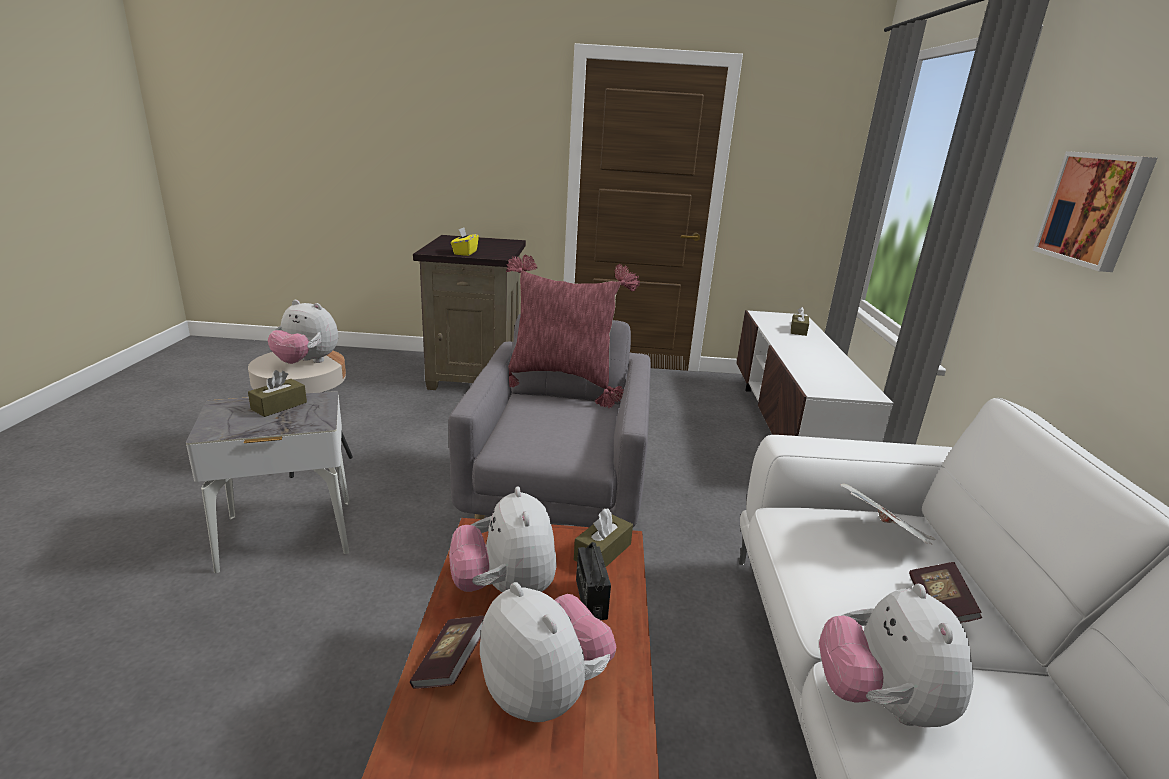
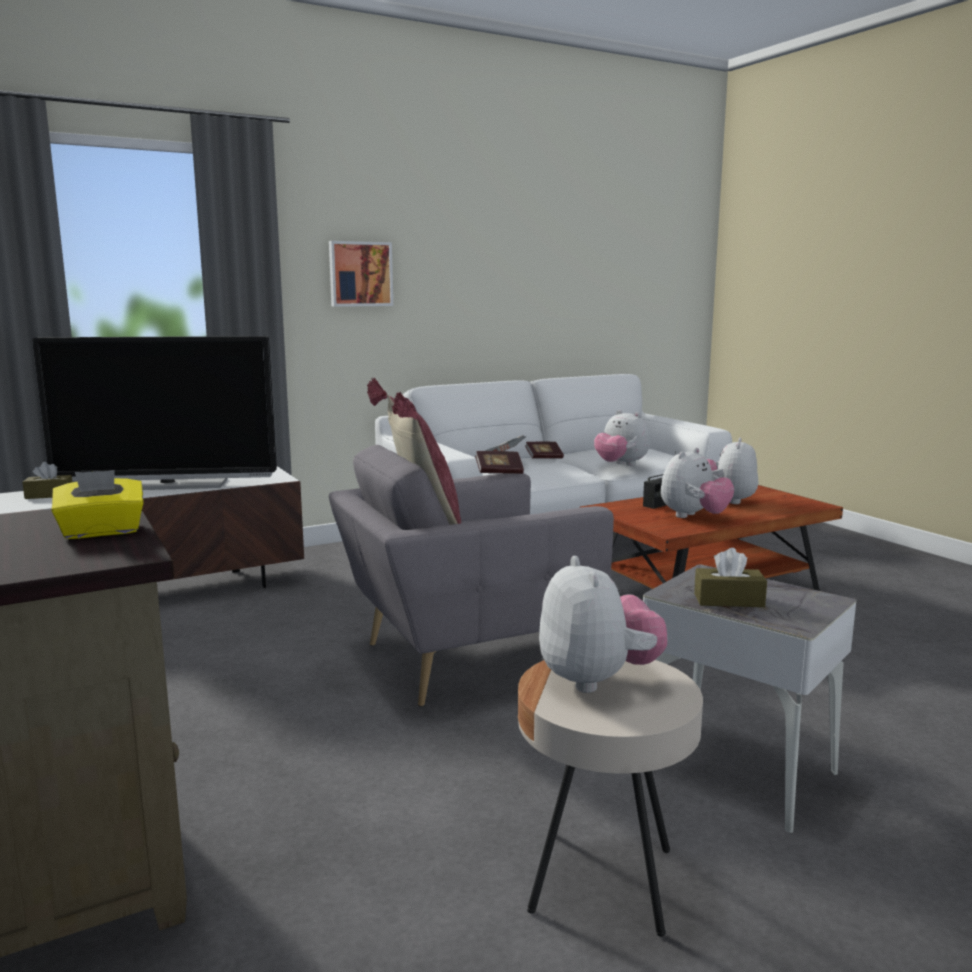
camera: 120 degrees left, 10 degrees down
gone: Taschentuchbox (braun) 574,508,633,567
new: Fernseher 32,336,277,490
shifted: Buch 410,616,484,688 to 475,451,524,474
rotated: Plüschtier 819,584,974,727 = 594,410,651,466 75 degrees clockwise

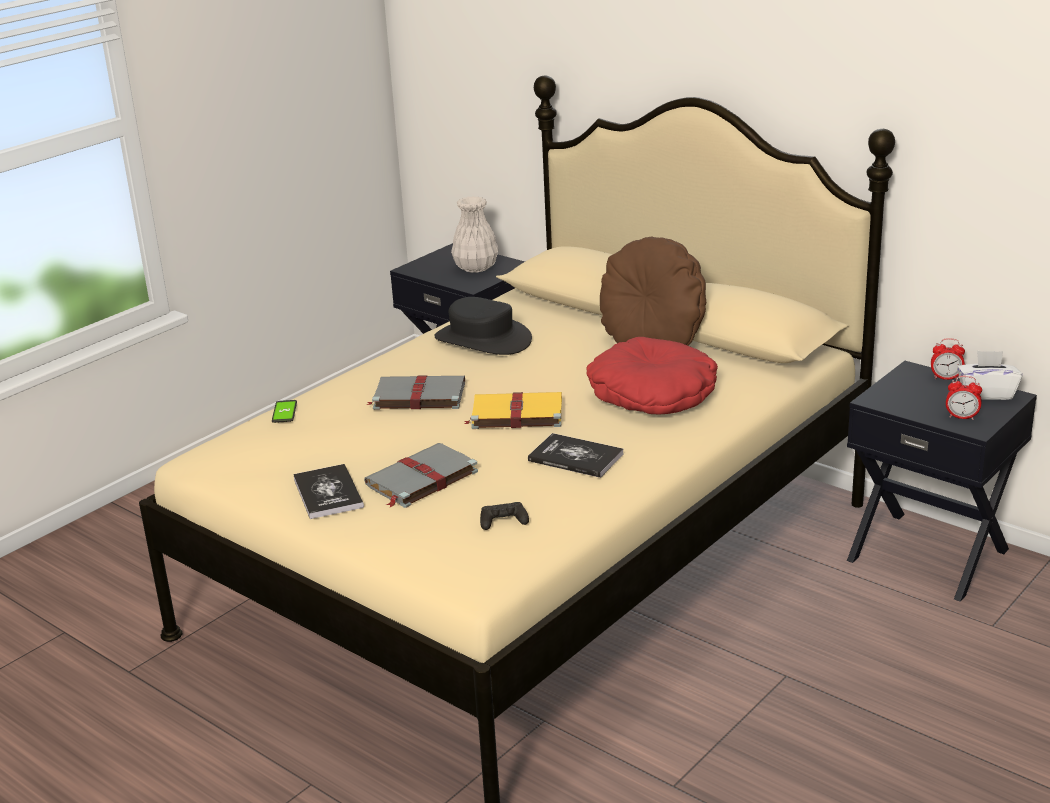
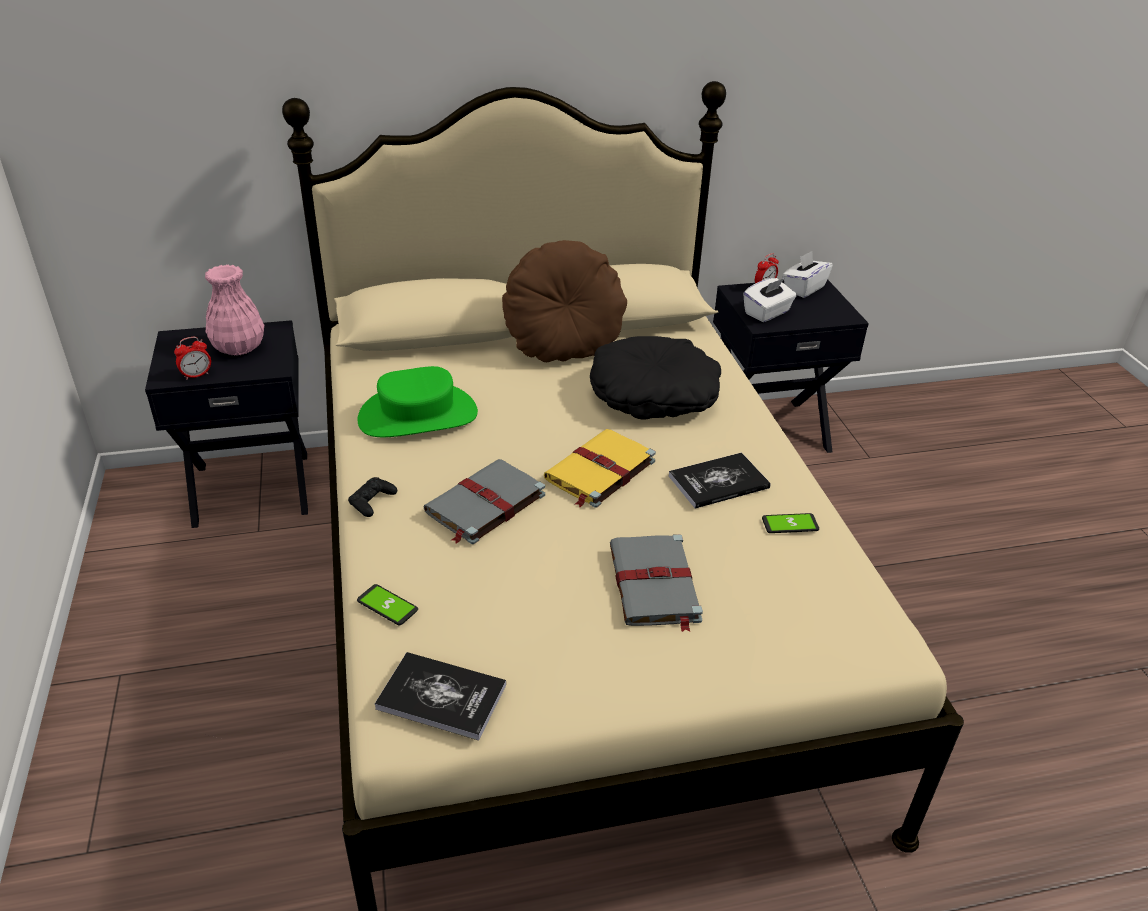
camera: 55 degrees left, 10 degrees up
new: Taschentuchbox (weiß) 743,278,797,322; Handy 762,513,819,533
shifted: Wecker 946,376,982,420 to 174,337,211,380; Gamepad (schwarz) 480,502,529,530 to 348,477,397,517; Buch 293,464,364,519 to 375,652,506,740
repainted: Vase (weiß) 451,196,499,273 to Vase (rosa) 205,264,264,356; Hut (schwarz) 434,297,532,355 to Hut (grün) 358,366,478,437; Kissen (rot) 586,337,718,415 to Kissen (schwarz) 590,336,721,420

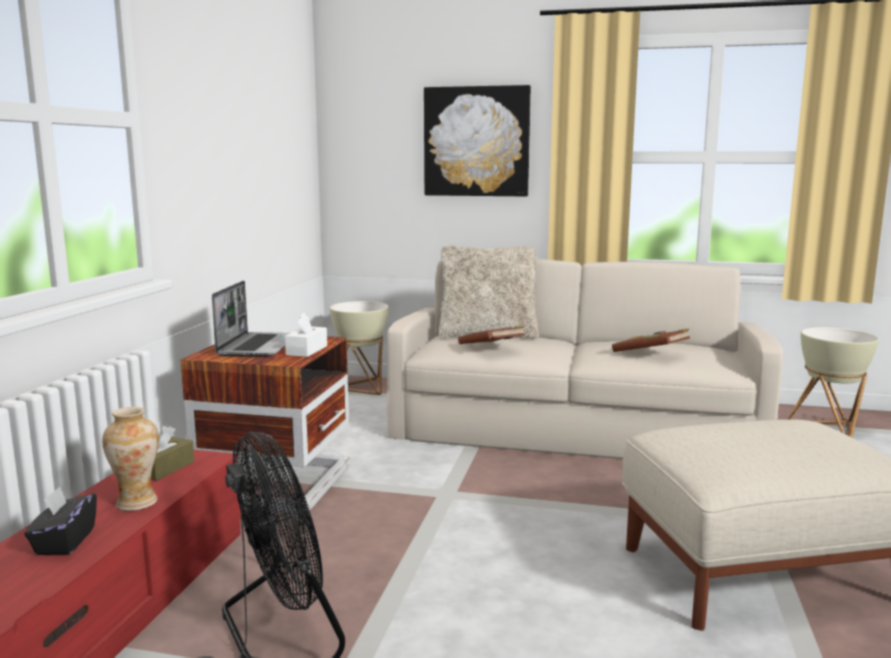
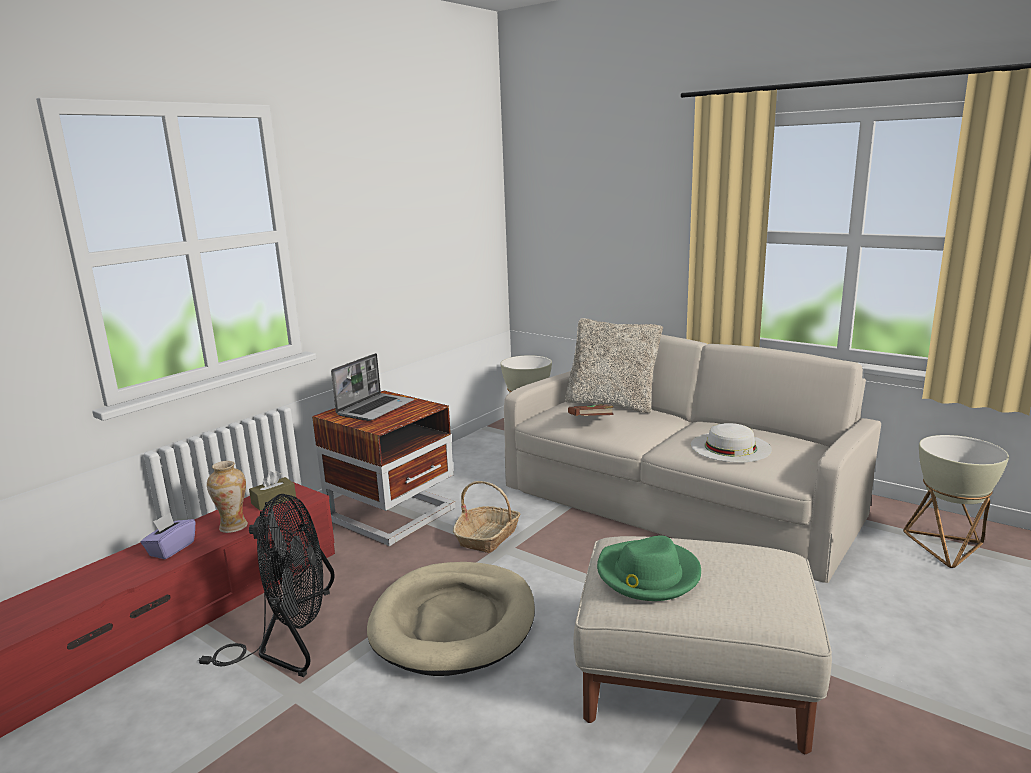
camera: 25 degrees right, 5 degrees up
gone: Taschentuchbox (weiß) 285,313,327,357; Bild 424,85,531,197
new: Hundebett (beige) 367,562,535,676; Korb 453,481,520,553; Hut (grün) 597,535,701,601
swapped: Buch (braun) 612,328,690,352 to Hut (weiß) 691,423,772,463
repainted: Taschentuchbox (schwarz) 24,486,97,555 to Taschentuchbox (lila) 140,513,195,559

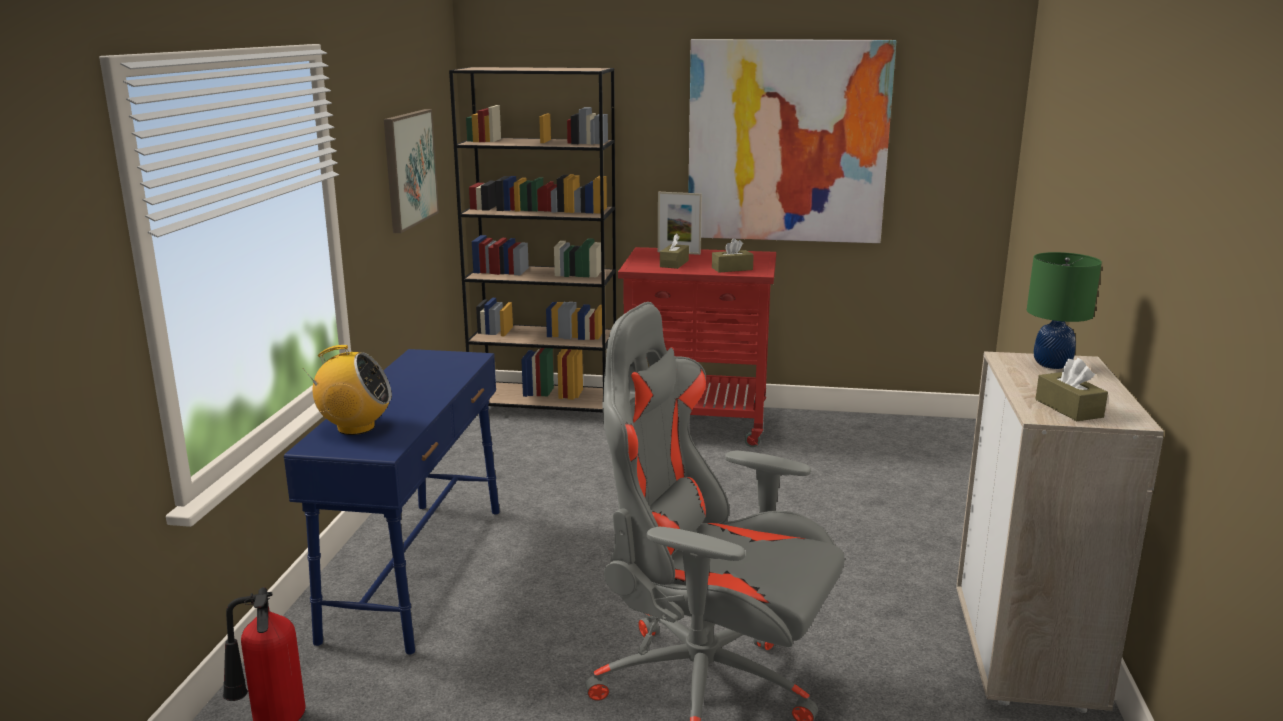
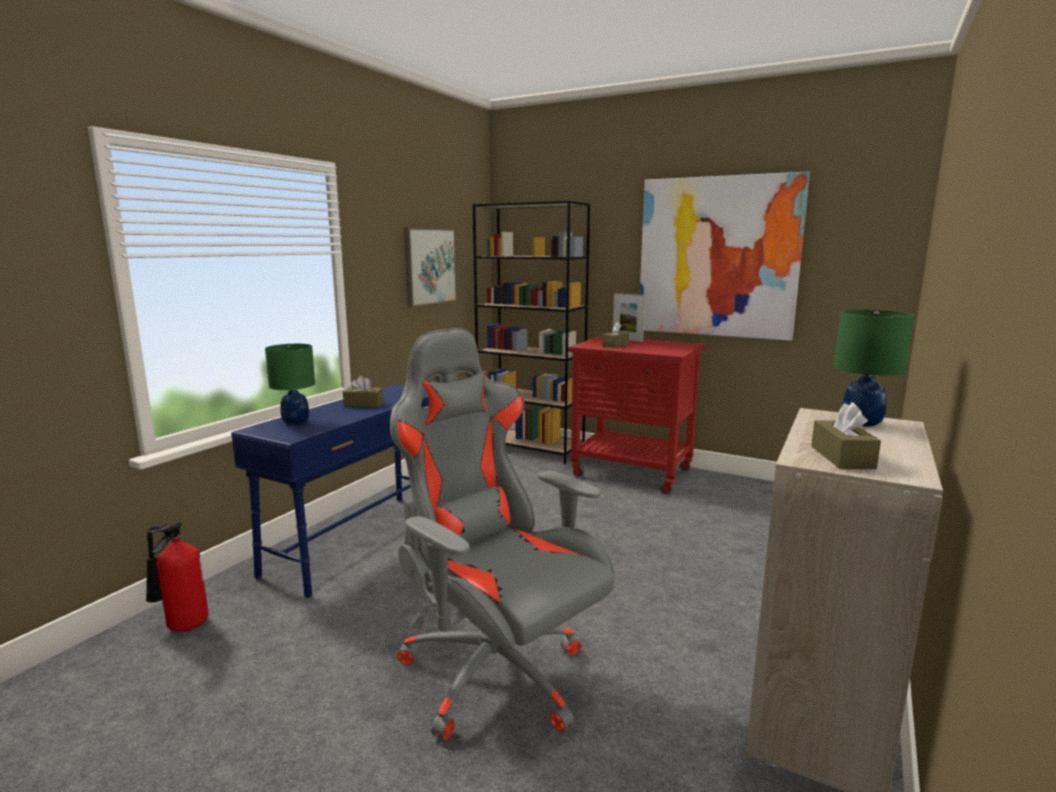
camera: 20 degrees right, 5 degrees down
shifted: Taschentuchbox (braun) 712,238,754,273 to 343,375,383,407
swapped: Radio 302,345,392,435 to Tischlampe (grün) 265,344,315,425

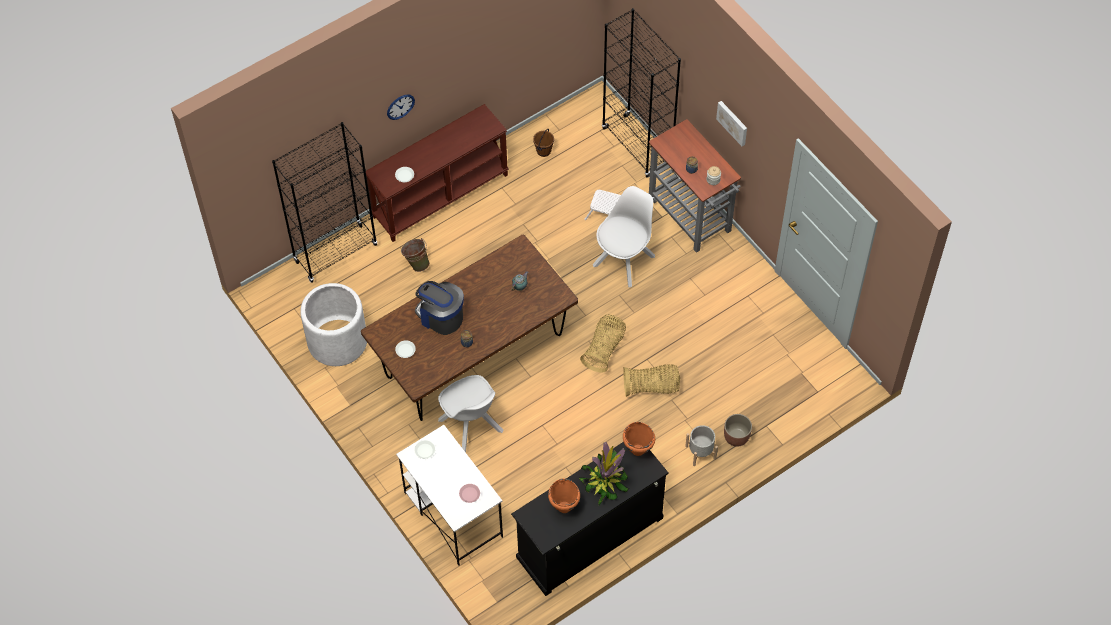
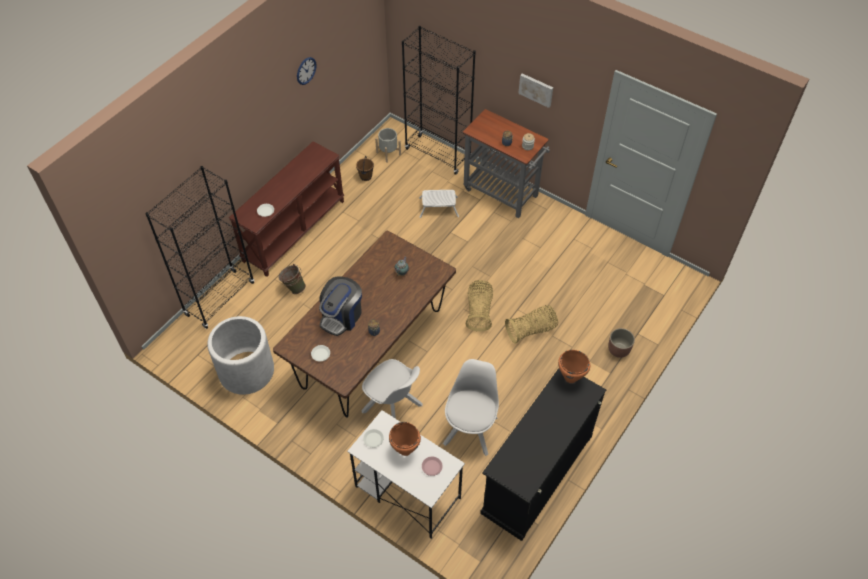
camera: 20 degrees left, 5 degrees down
gone: Topfpflanze 579,442,629,505
shifted: Wanduhr 387,94,415,120 to 297,57,316,85; Pflanzkübel (grau) 685,425,718,466 to 375,128,401,163; Kochtopf (orange) 548,479,580,513 to 389,422,421,456; Stuhl (weiß) 593,186,655,287 to 443,359,499,456
rotated: Kaffeemaschine 415,281,464,335 = 319,277,362,336 75 degrees counterclockwise

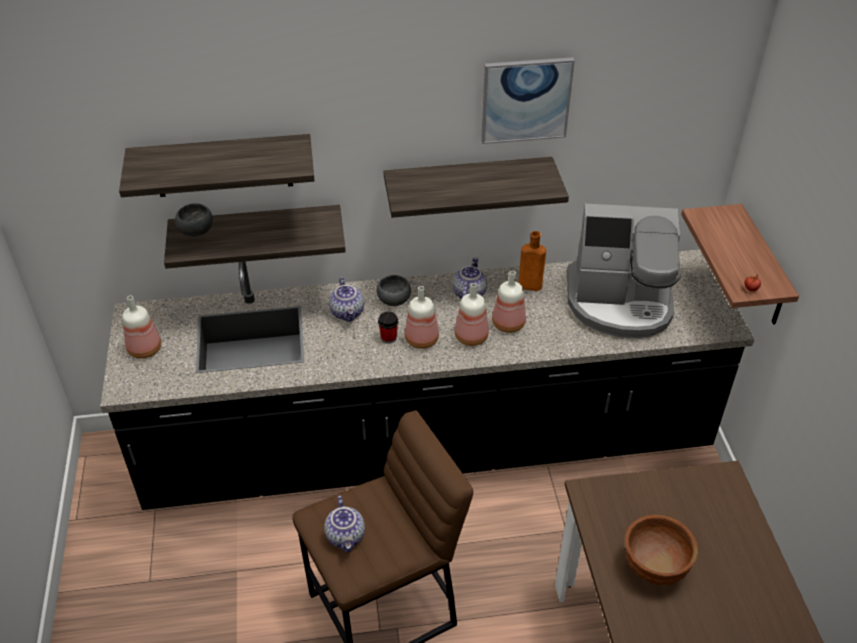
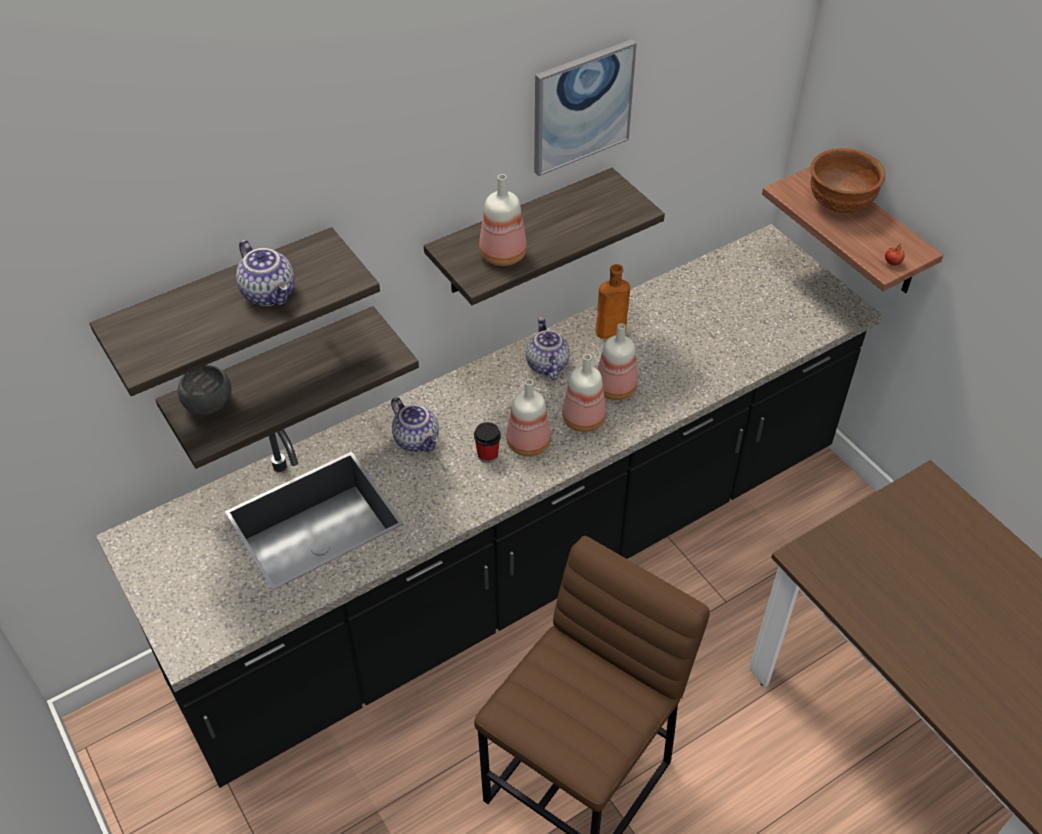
camera: 25 degrees left, 5 degrees up
gone: Schüssel (grau) 377,275,411,306; Kaffeemaschine 567,204,680,338
shifted: Teekanne 324,495,365,553 to 236,240,295,306; Flasche 122,296,161,359 to 479,174,527,266; Schüssel (braun) 625,515,698,585 to 810,148,886,213

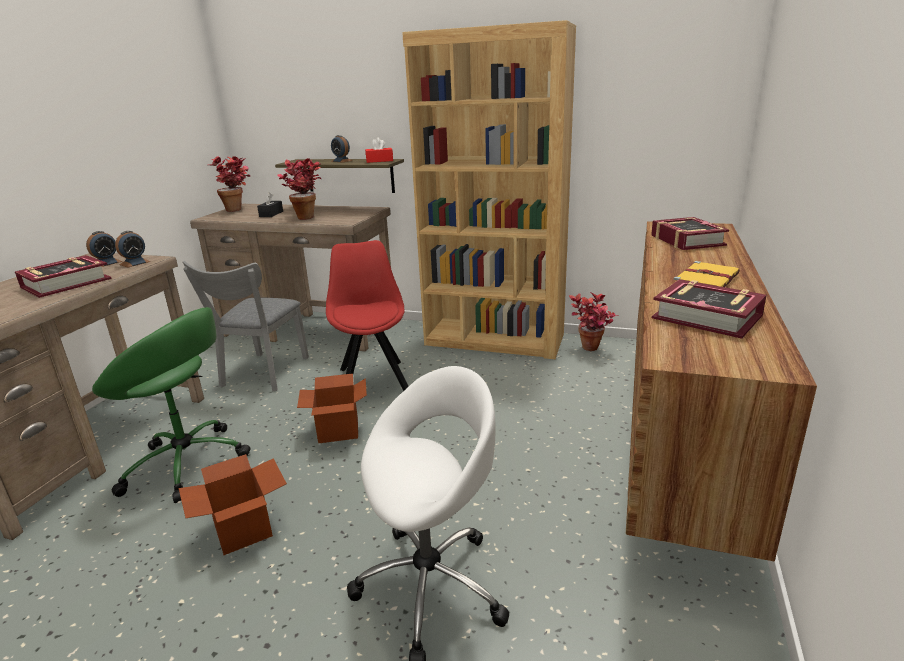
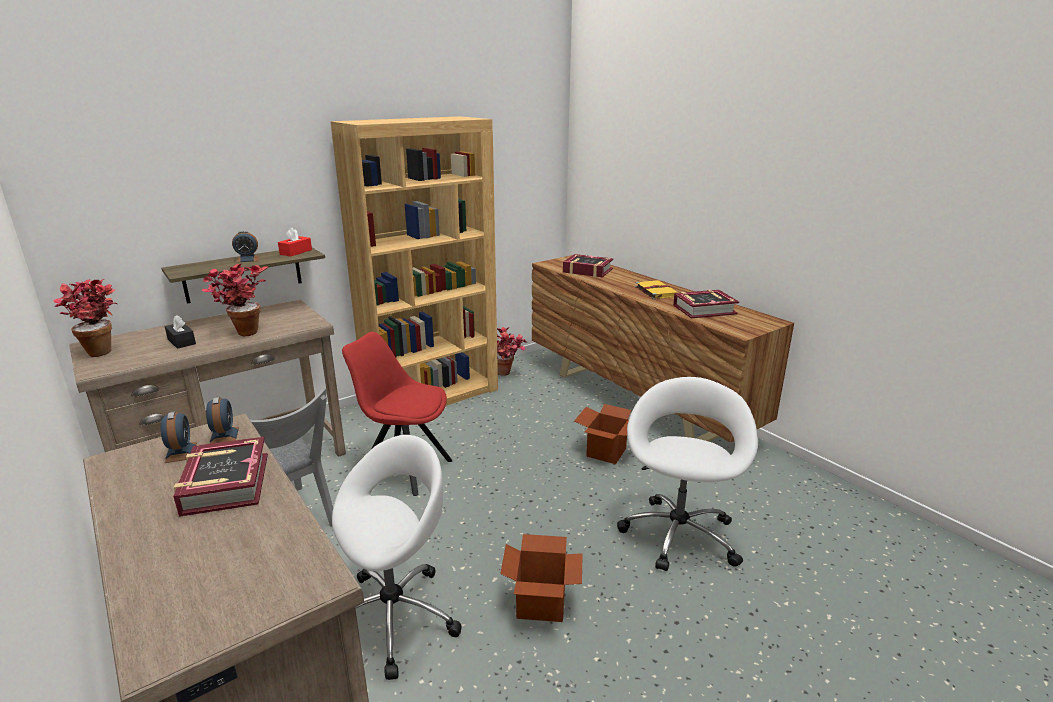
camera: 55 degrees left, 0 degrees up
shifted: Karton 297,373,367,443 to 574,404,631,464
repainted: Bürostuhl (grün) 92,307,251,503 to Bürostuhl (weiß) 332,435,462,680

